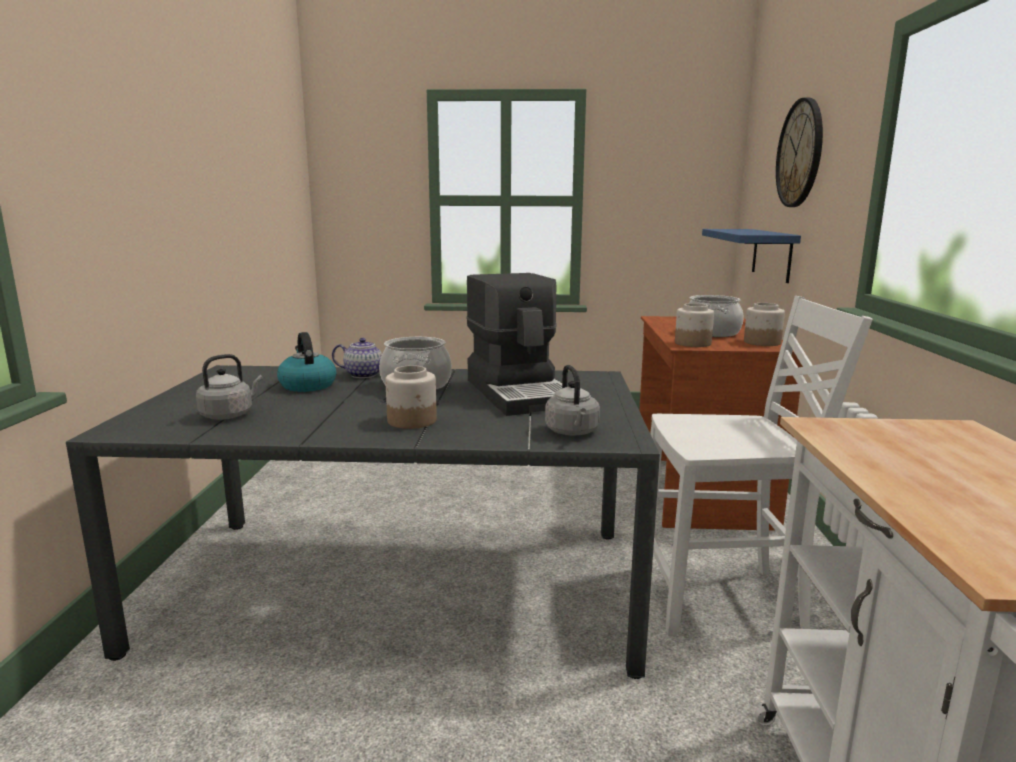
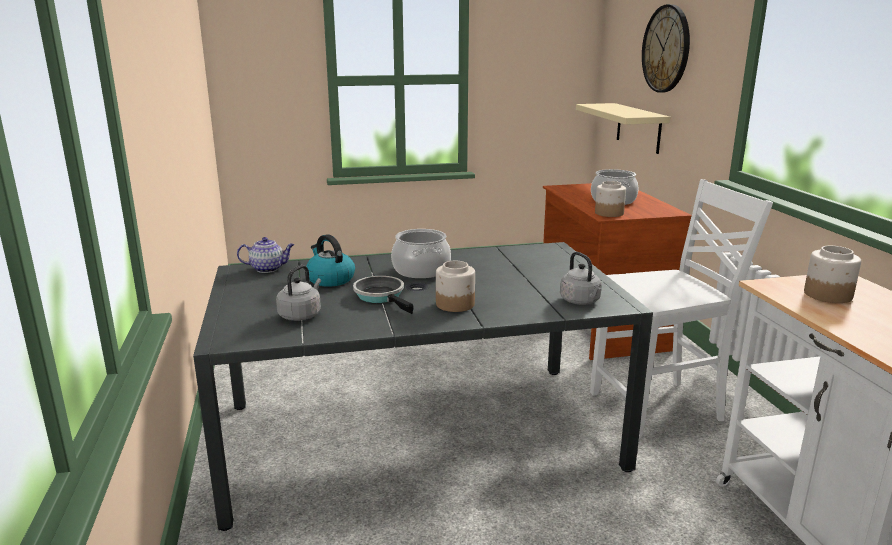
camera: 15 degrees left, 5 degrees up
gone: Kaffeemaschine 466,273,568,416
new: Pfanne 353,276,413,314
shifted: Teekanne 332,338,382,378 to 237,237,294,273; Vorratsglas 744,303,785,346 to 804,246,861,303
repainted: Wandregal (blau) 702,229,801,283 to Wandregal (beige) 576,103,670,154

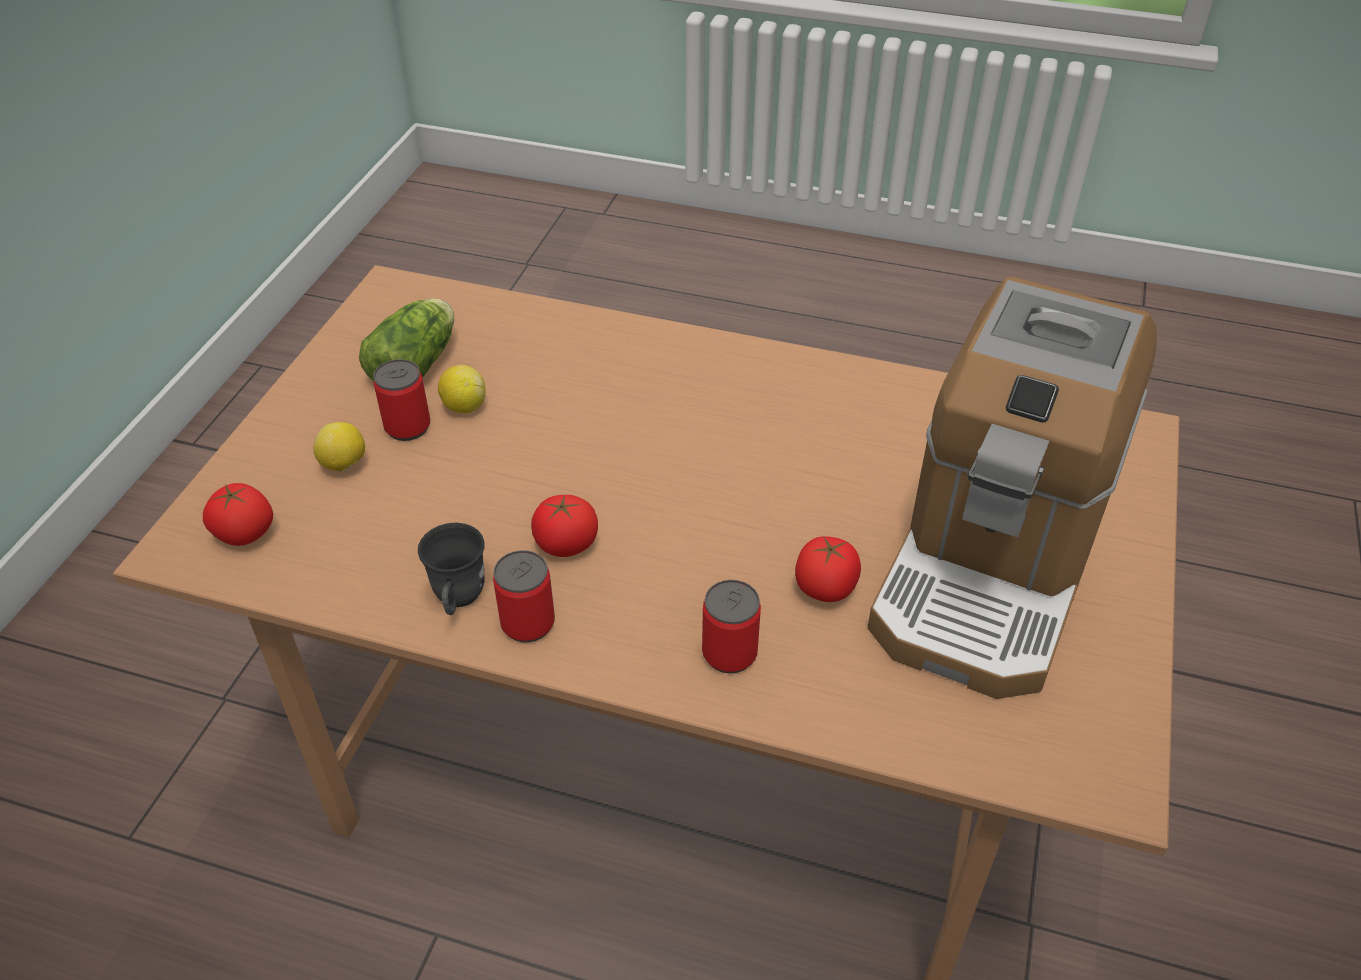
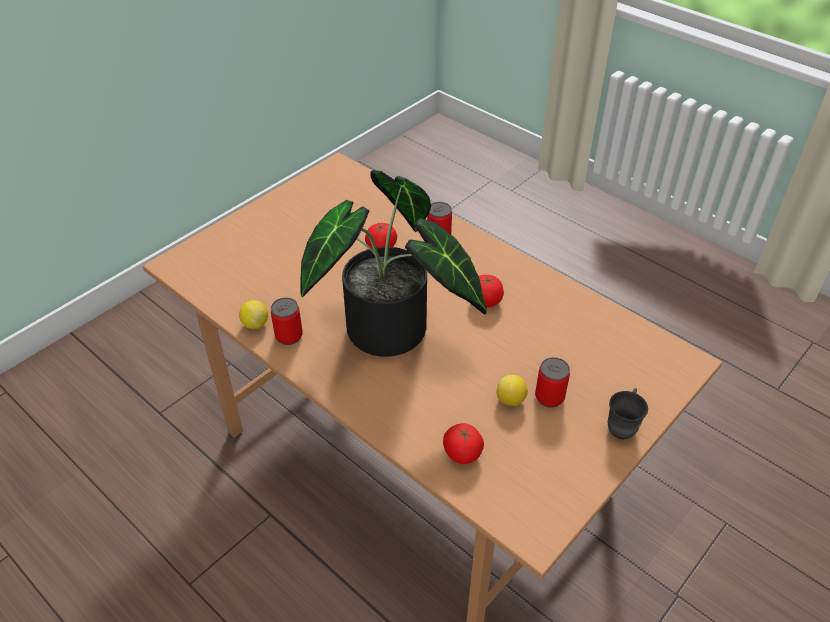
camera: 155 degrees left, 0 degrees up
gone: Salatkopf 359,298,454,382; Kaffeemaschine 868,276,1157,699
new: Topfpflanze 300,170,487,357
shifted: Zitrone 313,422,365,471 to 239,300,268,329; Dose 493,550,555,643 to 271,298,303,345; Tomate 203,483,273,546 to 443,423,484,464; Henkelbecher (grau) 418,523,484,615 to 608,388,648,439

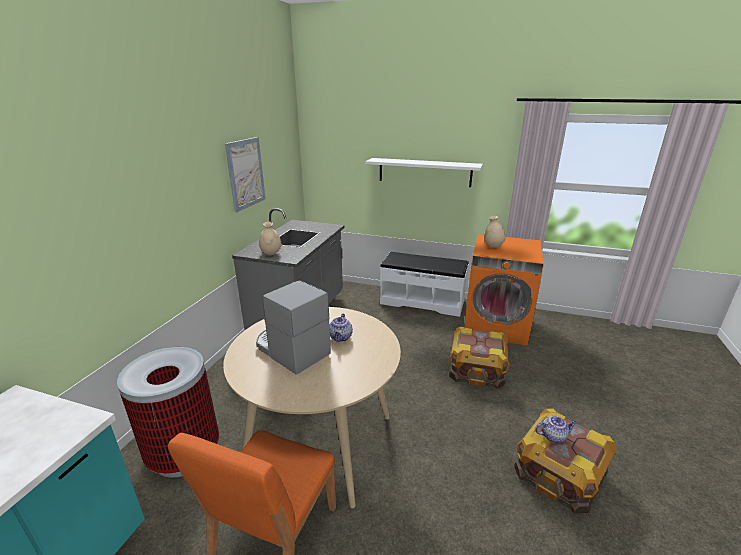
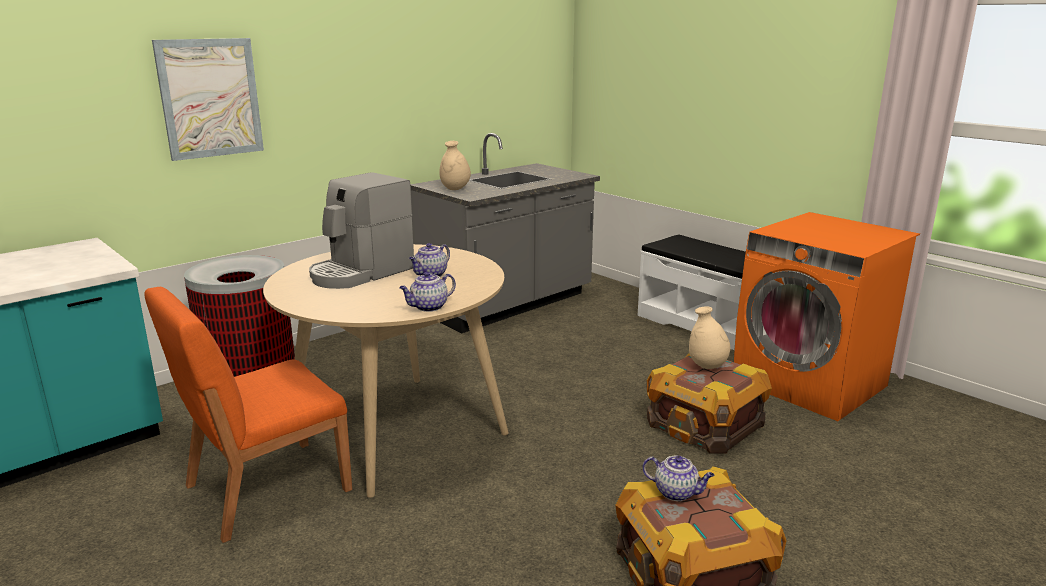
camera: 30 degrees right, 5 degrees down
gone: Wandregal (weiß) 365,158,483,187
new: Teekanne 399,272,456,312
shifted: Bild 225,137,266,212 to 152,38,264,161; Vase (beige) 484,216,506,248 to 689,306,730,369
rotated: Kaffeemaschine 256,280,331,375 = 309,172,414,289 120 degrees counterclockwise

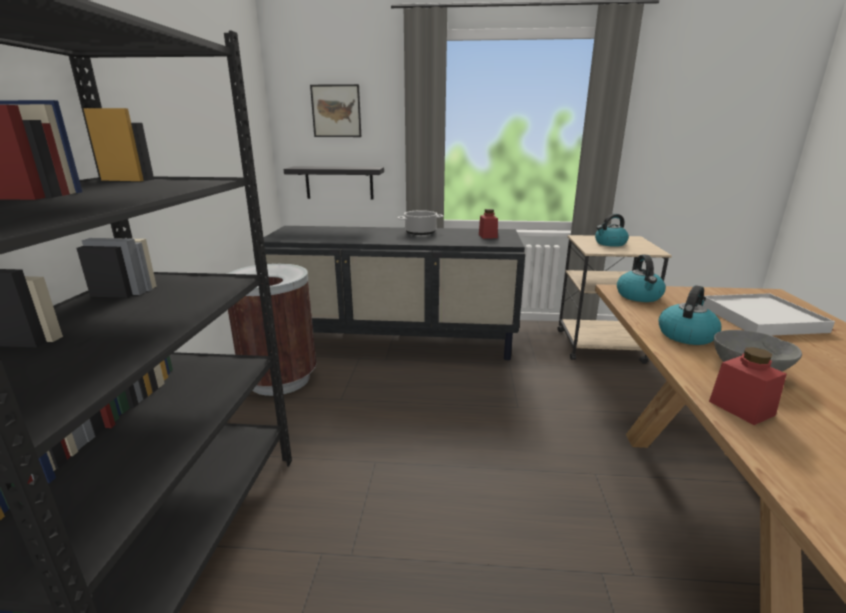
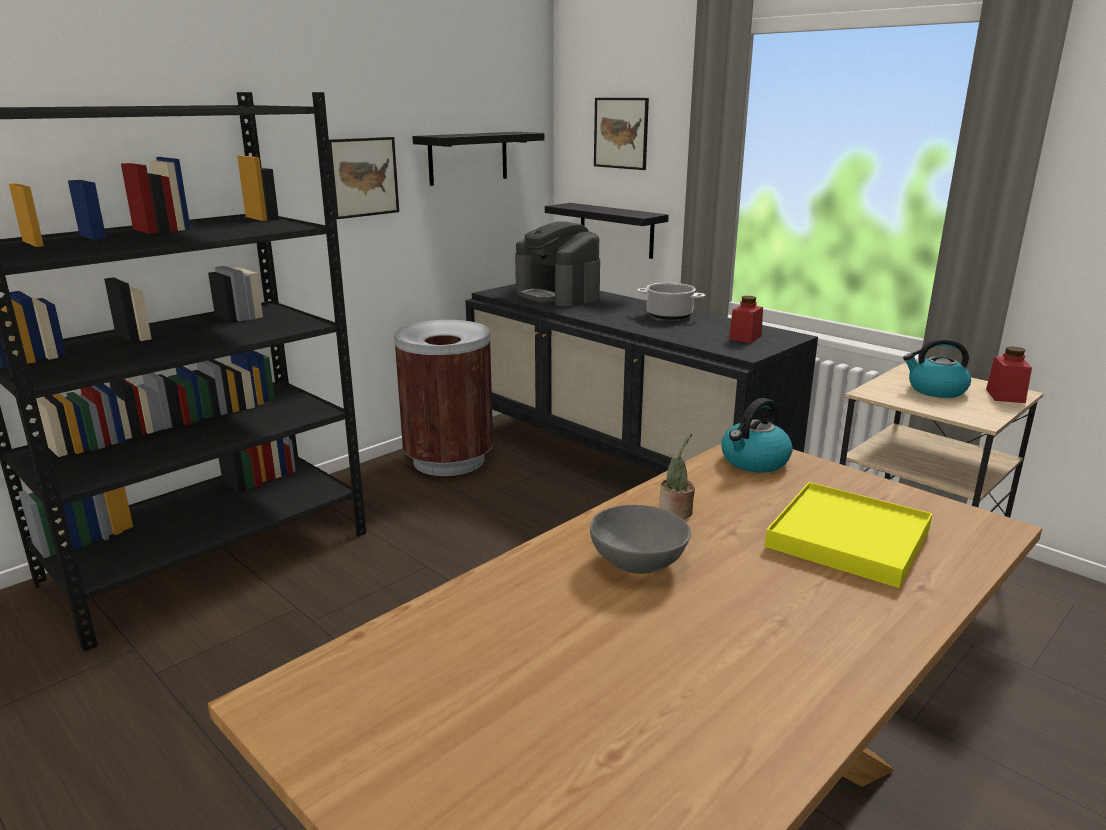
camera: 40 degrees right, 0 degrees up
new: Bild 329,137,399,219; Wandregal (schwarz) 413,132,544,186; Kaffeemaschine 515,221,600,306
shifted: Vorratsglas (rot) 709,347,787,425 to 986,346,1032,403
swapped: Wasserkessel 658,285,721,345 to Topfpflanze 659,433,695,519
repainted: Tablett (weiß) 703,293,835,336 to Tablett (gelb) 765,482,932,588

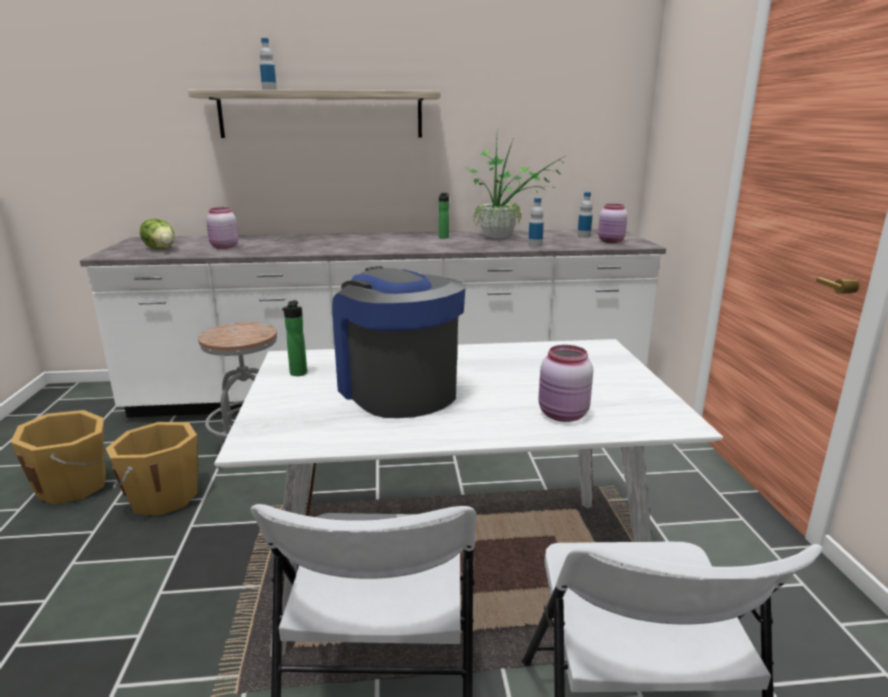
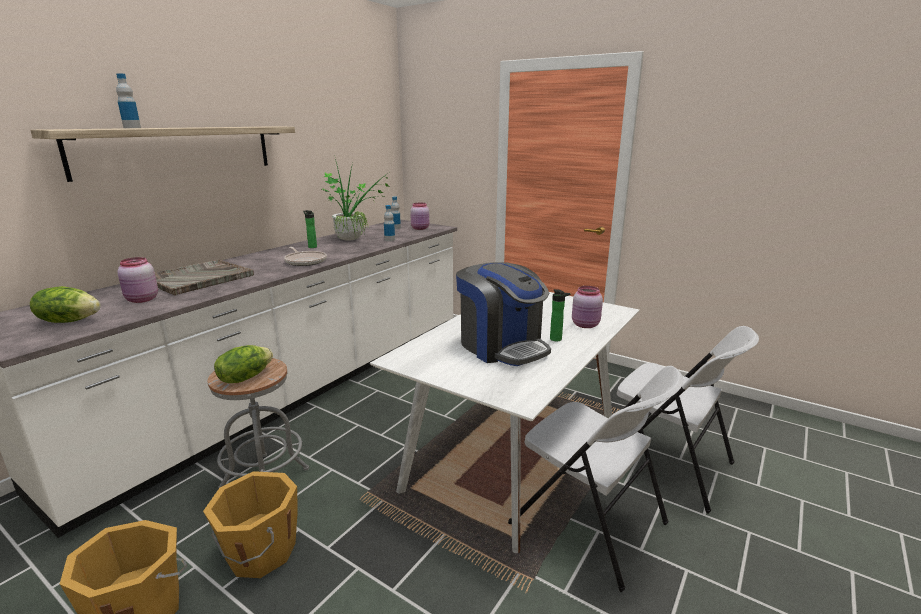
camera: 50 degrees left, 0 degrees up
new: Tablett (grau) 155,260,254,295; Salatkopf 214,345,273,383; Pfanne 284,247,327,266
shifted: Flasche 282,300,307,376 to 550,289,570,341
rotated: Kaffeemaschine 332,266,466,418 = 456,262,551,366 135 degrees counterclockwise

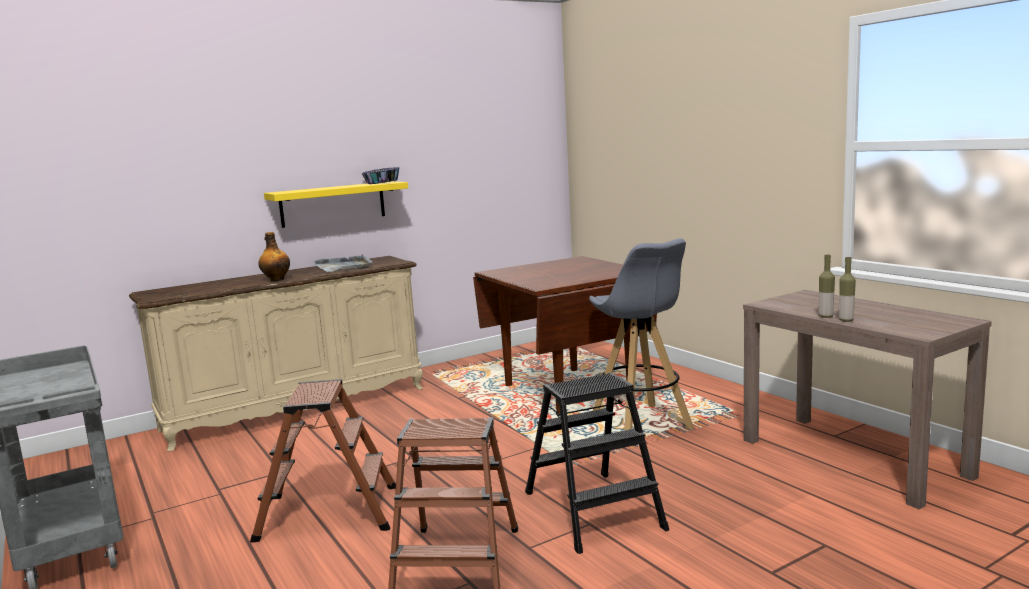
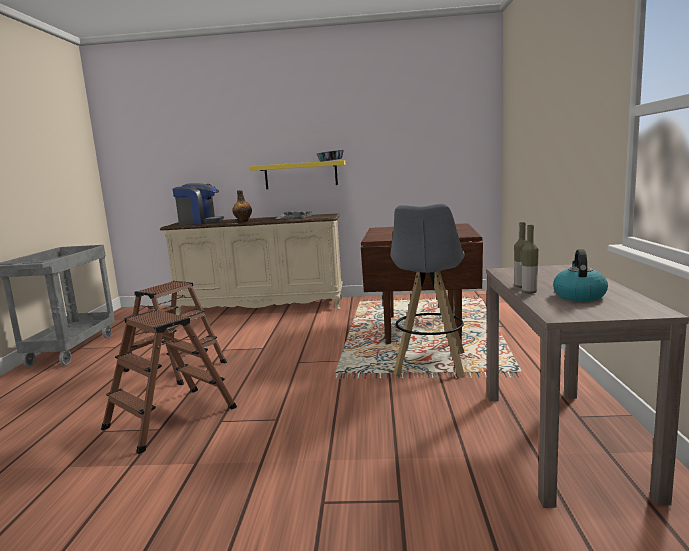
camera: 35 degrees right, 0 degrees up
gone: Trittleiter (schwarz) 525,372,669,554
new: Kaffeemaschine 173,183,224,225; Wasserkessel 553,249,608,301

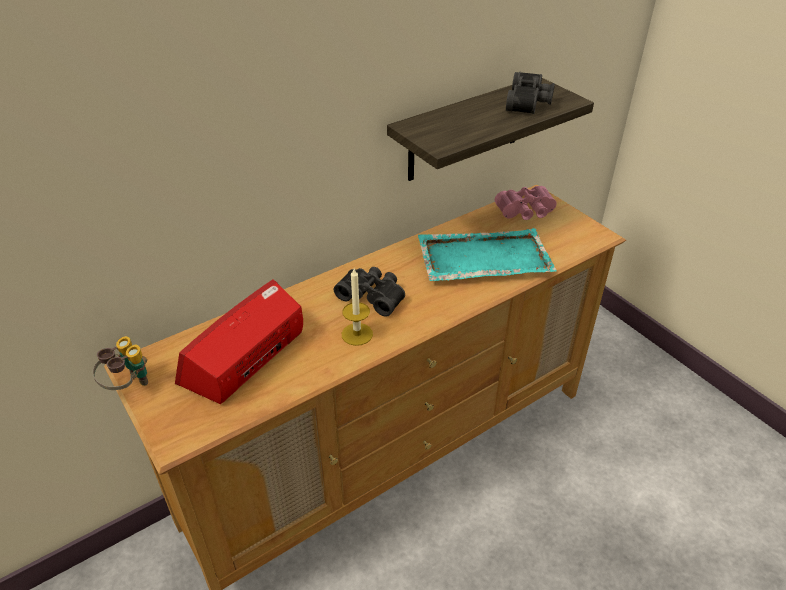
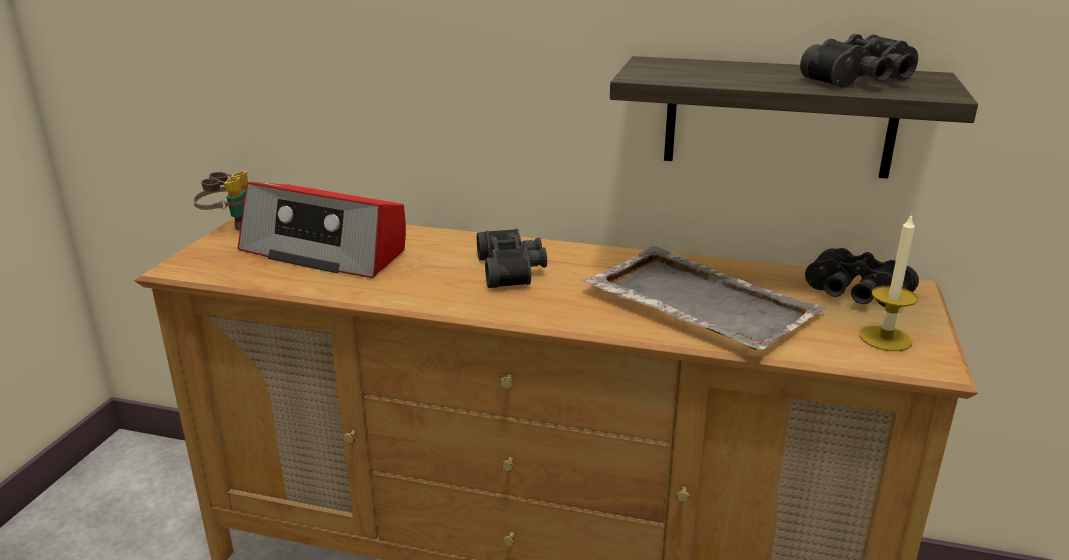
camera: 50 degrees right, 15 degrees down
shifted: Kerze 342,269,373,346 to 860,213,918,351
repainted: Tablett (türkis) 418,228,556,281 to Tablett (grau) 582,246,827,350; Fernglas (rosa) 495,186,557,220 to Fernglas (schwarz) 805,248,919,308
rotated: Radio 175,279,303,404 = 238,182,406,278 150 degrees counterclockwise

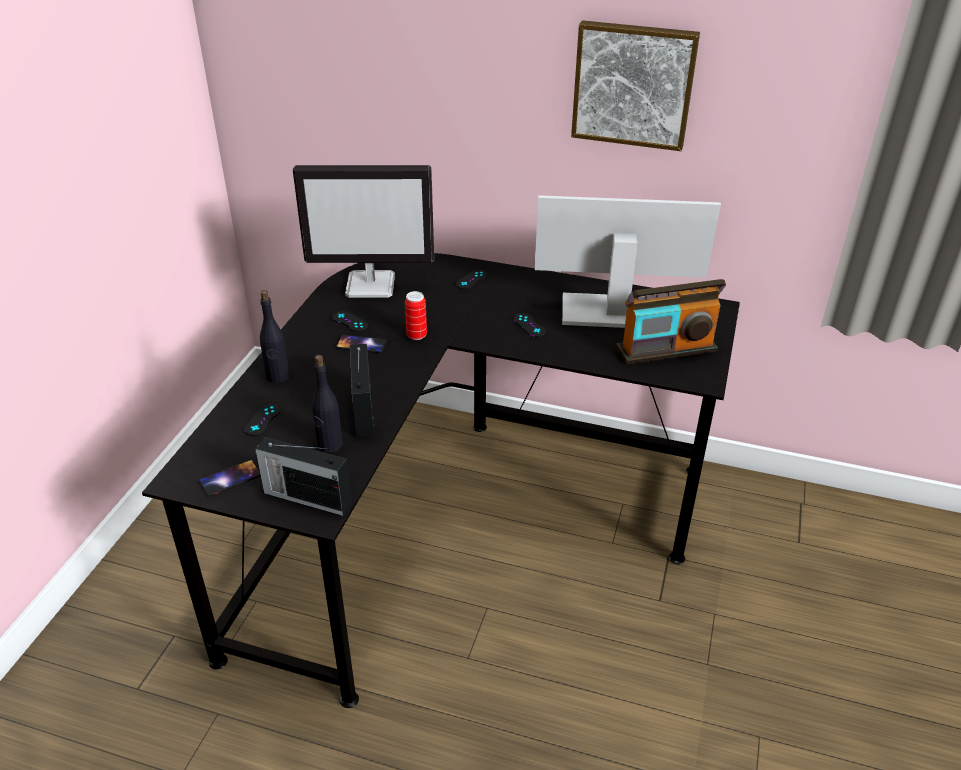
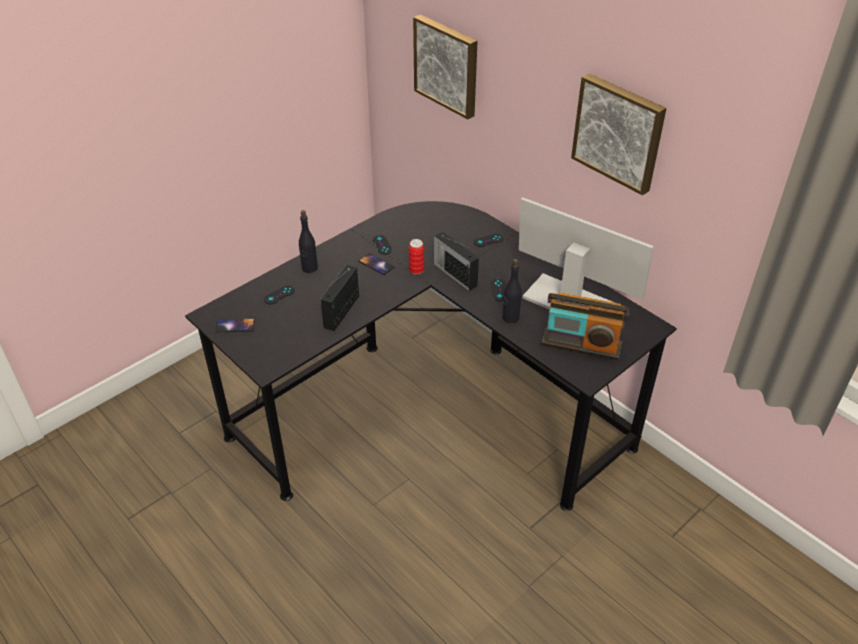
camera: 30 degrees right, 5 degrees up
gone: Monitor 293,165,434,298
new: Bild 413,14,478,119
shifted: Radio 255,437,352,516 to 434,232,479,291; Flasche (schwarz) 312,355,343,452 to 502,259,522,324

